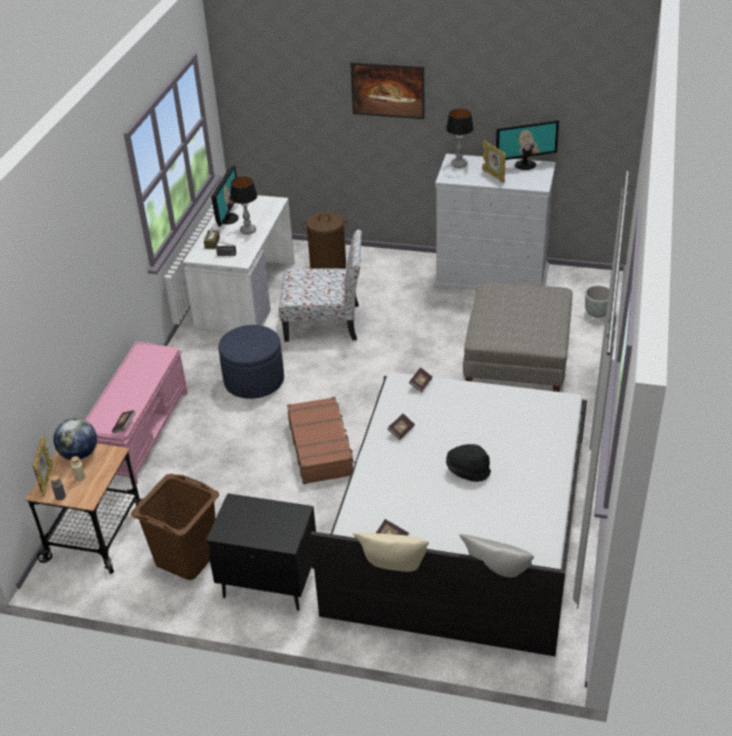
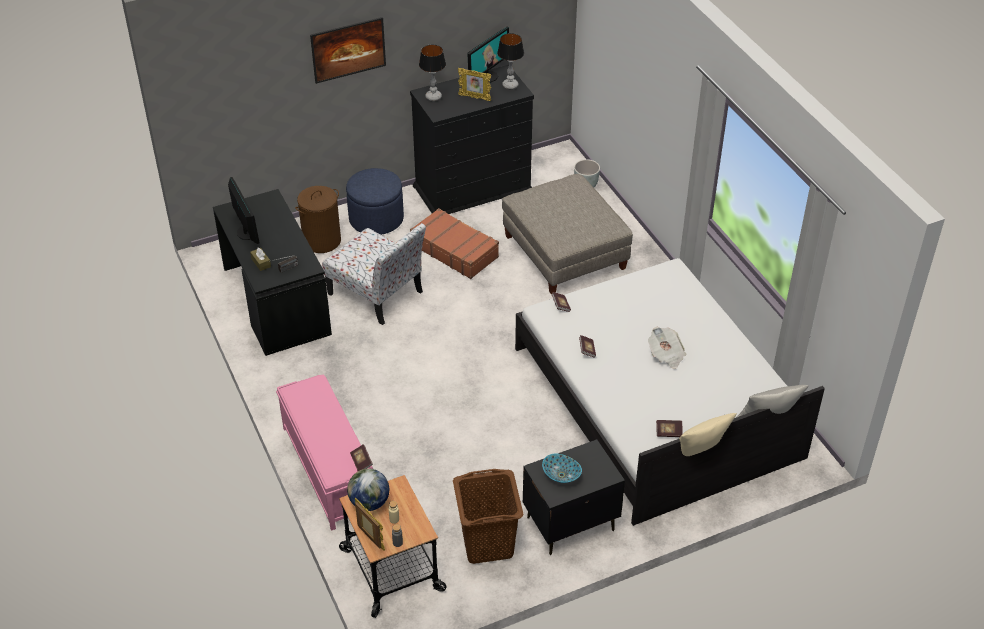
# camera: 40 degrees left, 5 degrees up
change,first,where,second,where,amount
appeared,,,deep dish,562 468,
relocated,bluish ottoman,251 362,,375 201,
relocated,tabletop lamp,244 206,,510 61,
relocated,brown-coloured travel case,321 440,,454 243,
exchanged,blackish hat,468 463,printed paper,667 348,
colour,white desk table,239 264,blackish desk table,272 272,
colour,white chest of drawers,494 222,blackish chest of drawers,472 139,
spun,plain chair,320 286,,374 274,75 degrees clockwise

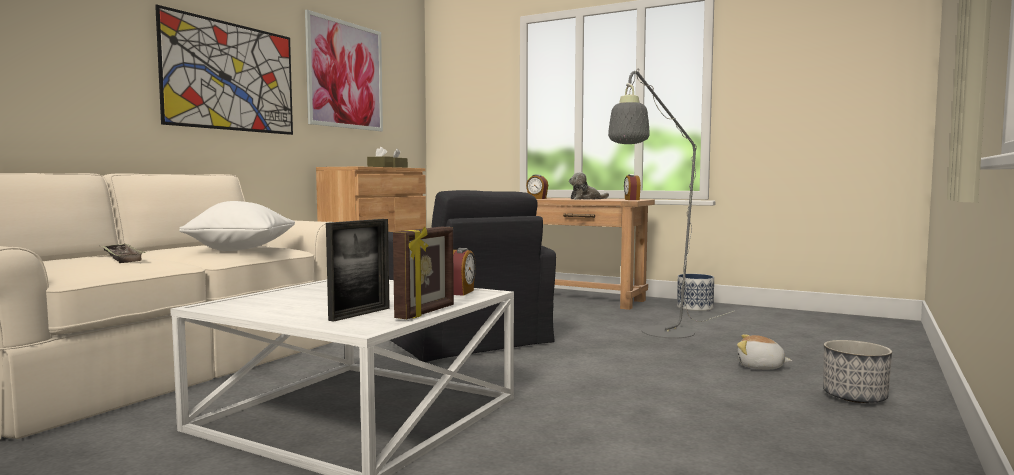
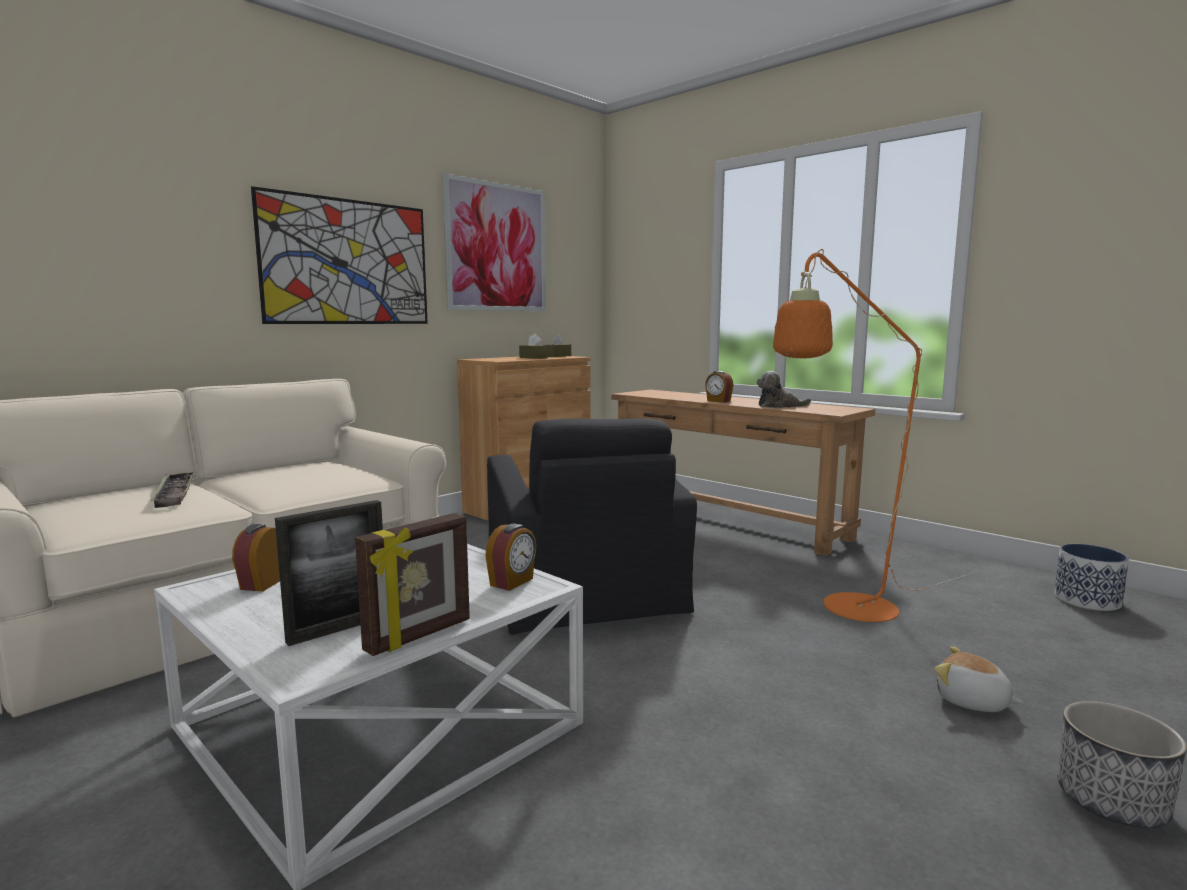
# camera: 15 degrees right, 5 degrees up
change,first,where,second,where,amount
missing,white throw pillow,237 226,,,
relocated,bedside clock,632 187,,256 557,
relocated,planter,695 292,,1091 577,
colour,gray floor lamp,671 203,orangey floor lamp,875 435,

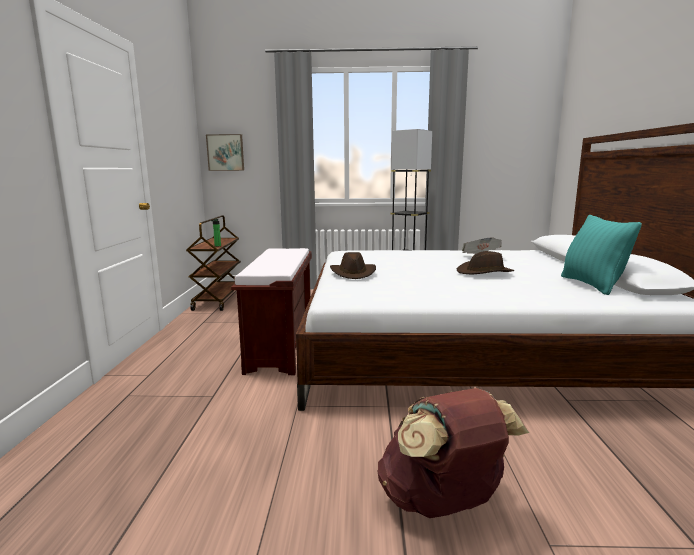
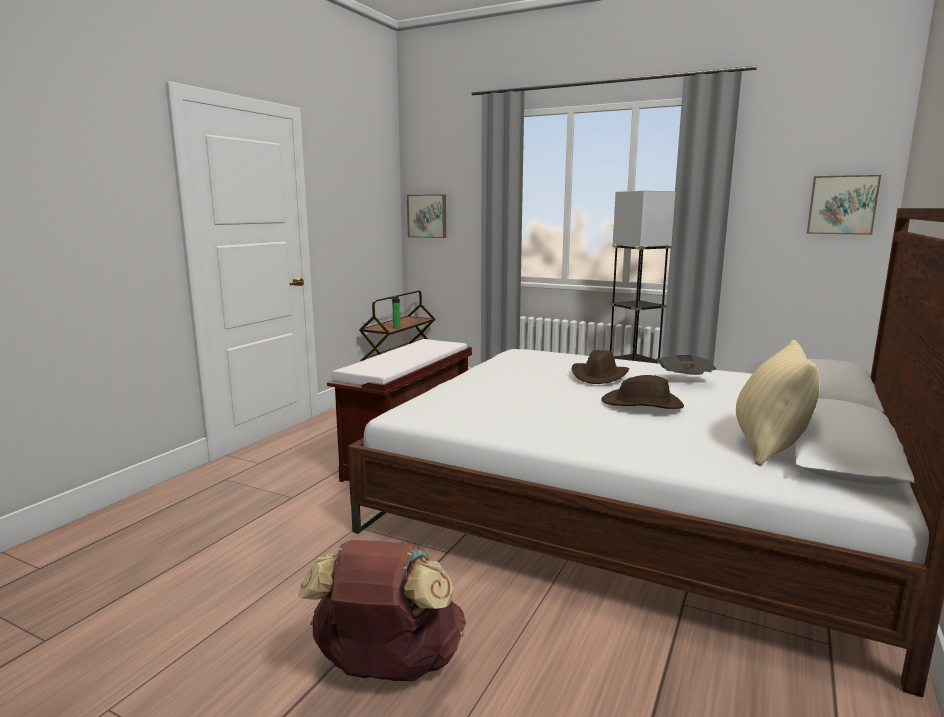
# camera: 25 degrees right, 0 degrees up
change,first,where,second,where,amount
appeared,,,picture,844 205,
relocated,brown-coloured hat,353 265,,600 367,
colour,turquoise-coloured throw pillow,601 255,beige throw pillow,777 403,

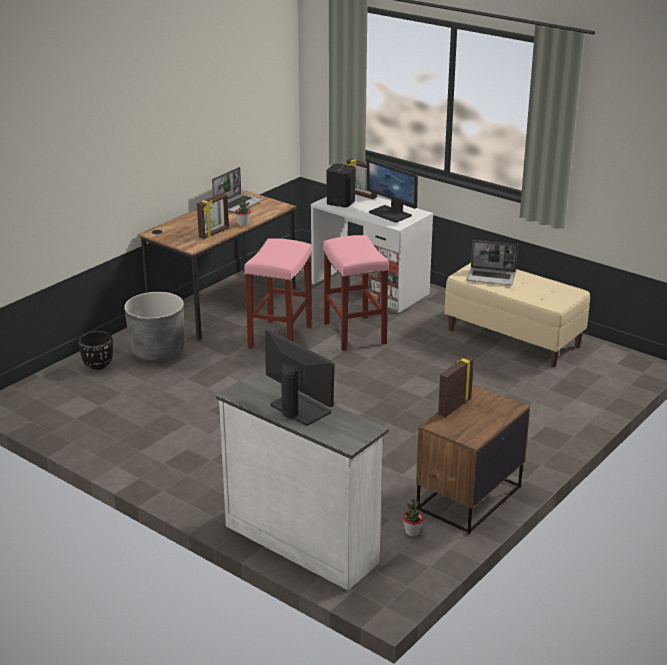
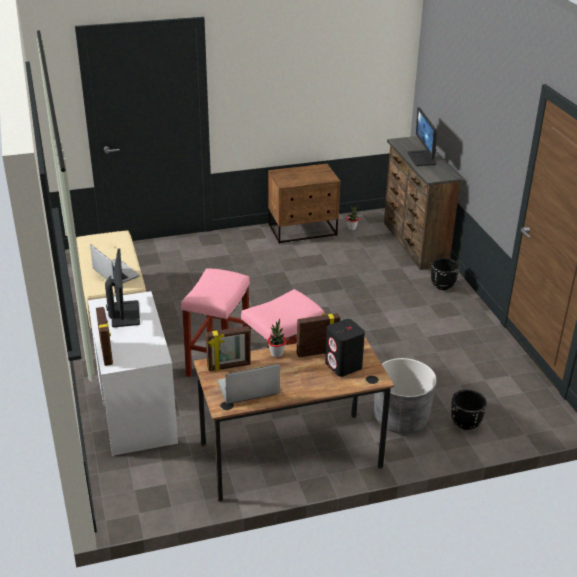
# camera: 145 degrees left, 5 degrees up
change,first,where,second,where,amount
appeared,,,blackish planter,445 274,
relocated,blackish speaker,341 185,,345 348,
relocated,photo frame,456 386,,228 348,
colour,white chest of drawers,302 481,brown-coloured chest of drawers,423 203,

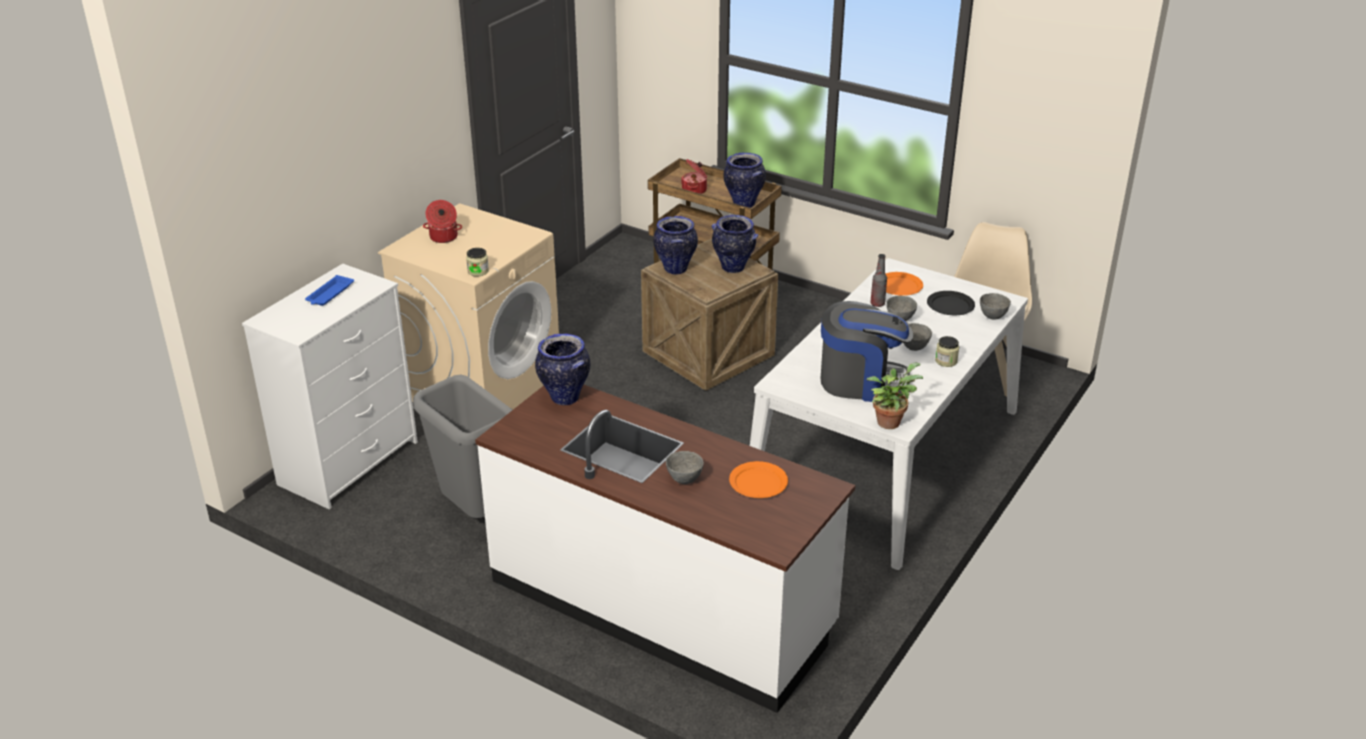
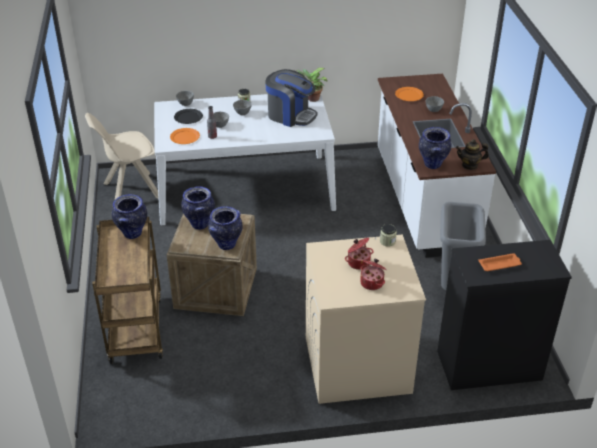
# camera: 130 degrees left, 5 degrees up
change,first,where,second,where,amount
appeared,,,pot for tea,472 154,
relocated,saucepot,694 176,,359 254,
colour,white chest of drawers,330 387,blackish chest of drawers,504 315,
colour,bluish carrying tray,329 290,orangey carrying tray,500 262,
spun,coffee brewer,866 351,,291 98,150 degrees clockwise

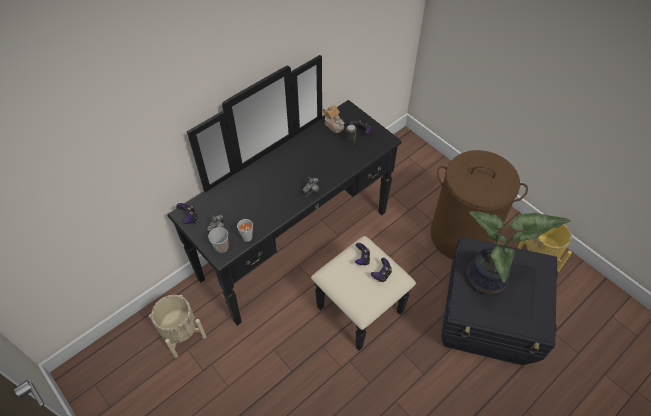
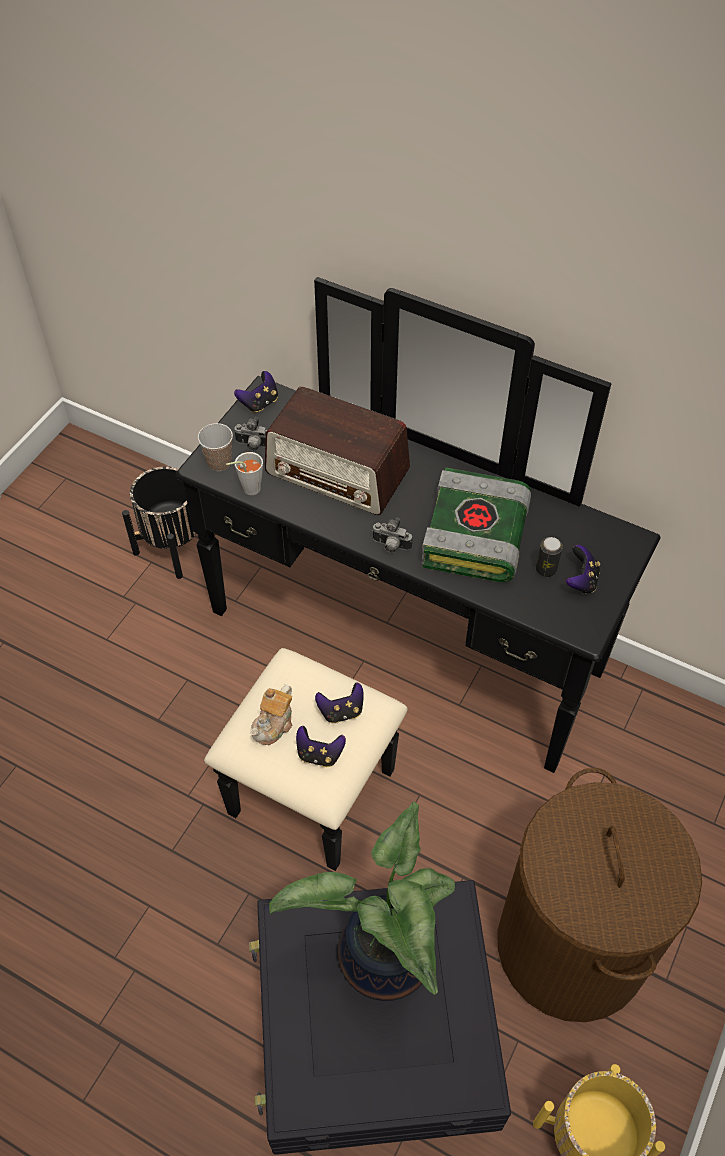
# camera: 70 degrees right, 0 degrees up
change,first,where,second,where,amount
appeared,,,radio,337 450,
appeared,,,book,476 525,
relocated,pot for tea,333 119,,271 714,
colour,beige planter,177 326,blackish planter,168 523,

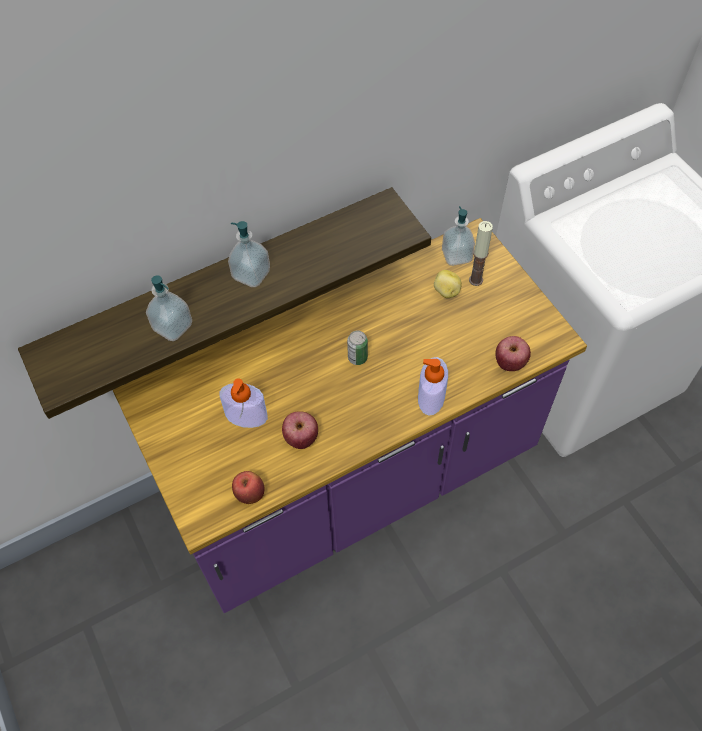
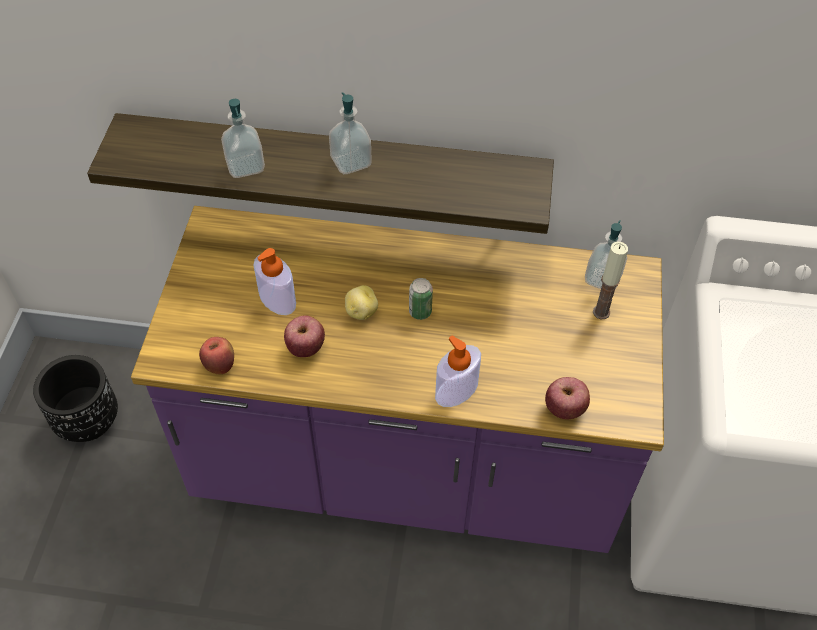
# camera: 35 degrees right, 5 degrees down
change,first,where,second,where,amount
appeared,,,blackish planter,75 398,
relocated,whole potato,448 284,,361 302,

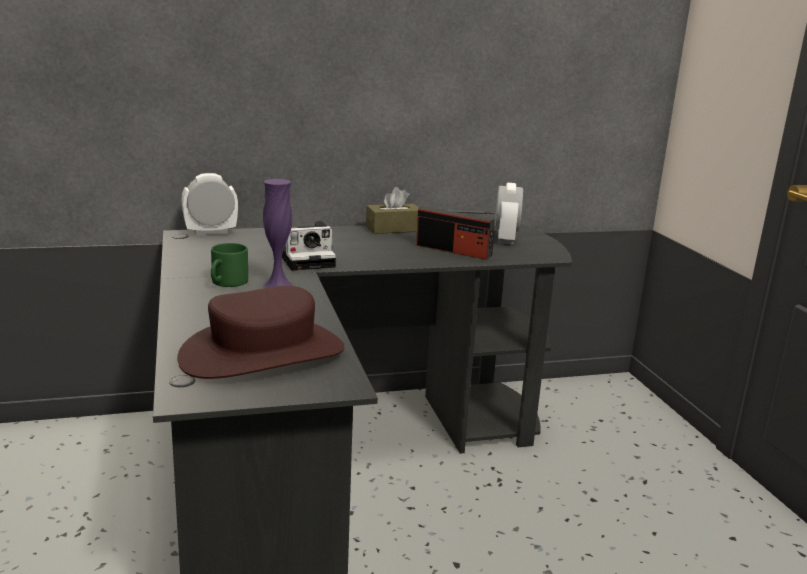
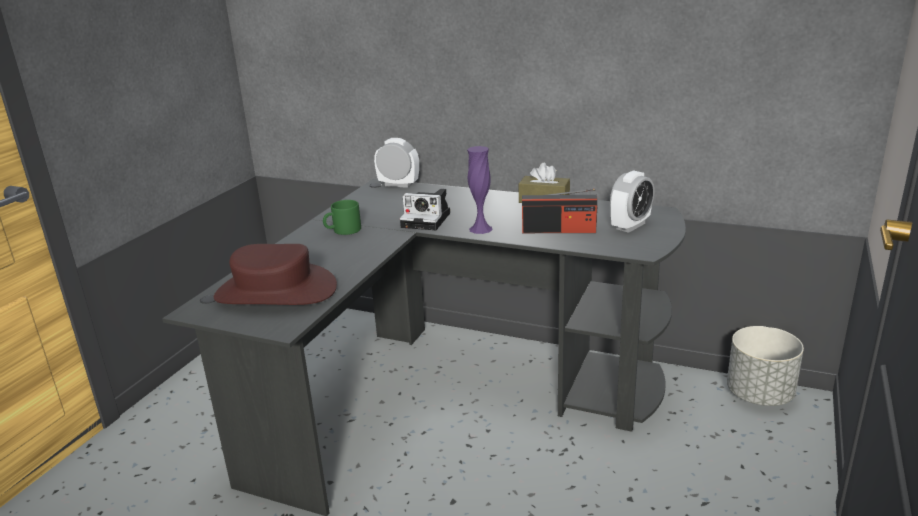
# camera: 40 degrees right, 5 degrees up
change,first,where,second,where,amount
appeared,,,gray planter,765 366,
relocated,purple-coloured decorative vase,278 233,,480 190,
spun,radio,455 233,,559 211,60 degrees counterclockwise

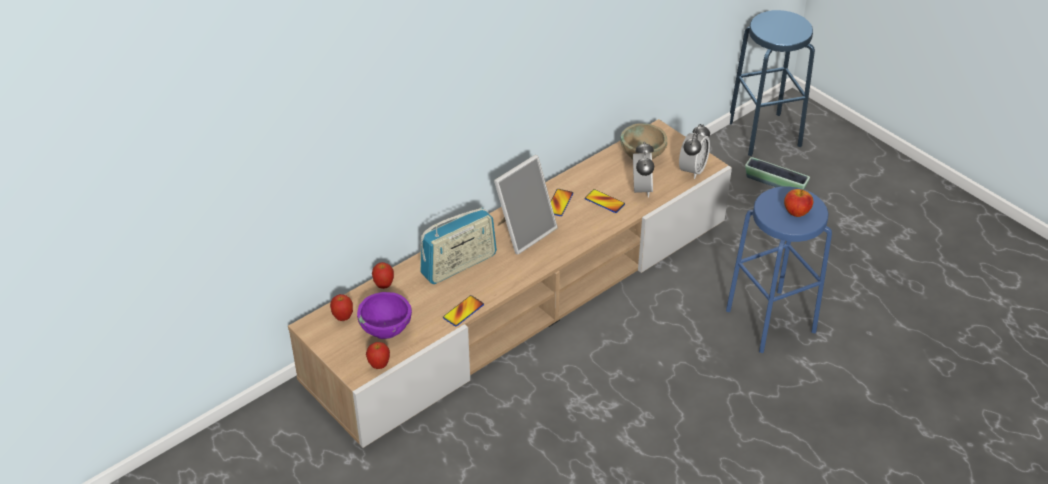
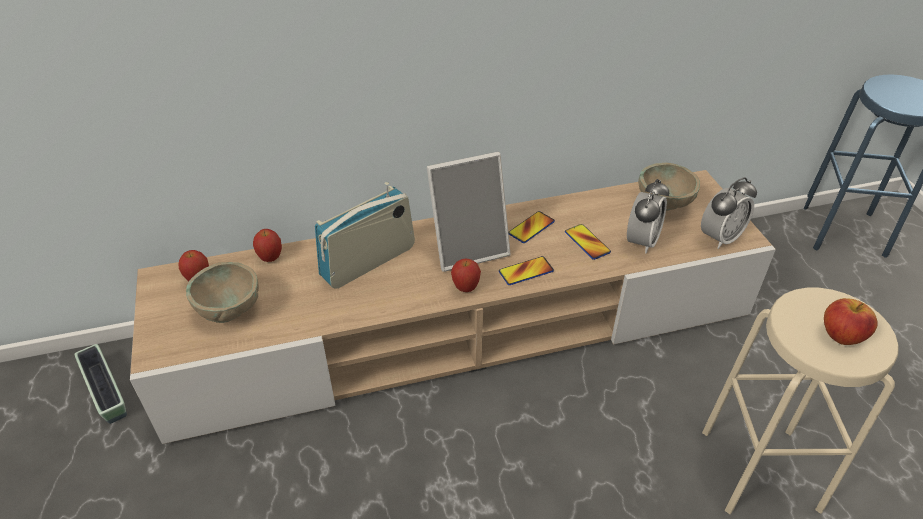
# camera: 25 degrees right, 0 degrees up
change,first,where,second,where,amount
relocated,apple,378 355,,466 275,
relocated,phone,463 310,,526 270,
relocated,planter,777 173,,100 384,
colour,purple-coloured deep dish,384 315,beige deep dish,222 292,
colour,bluish stool,779 270,beige stool,800 401,
spun,radio,458 245,,365 235,150 degrees clockwise

